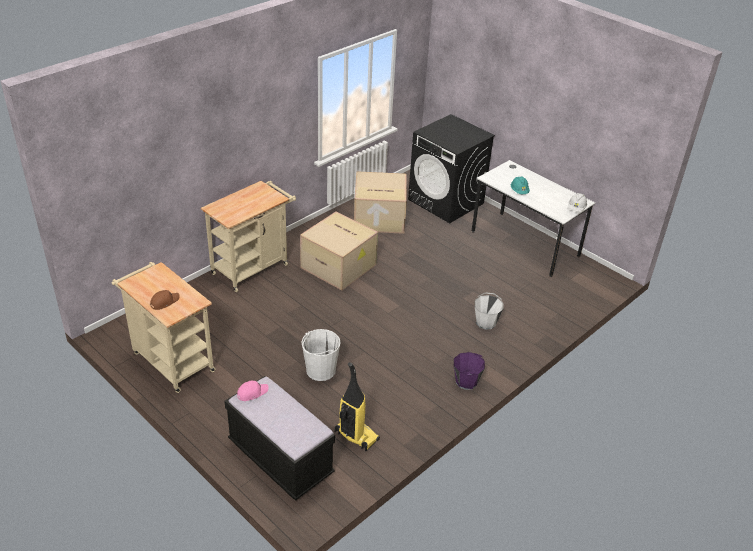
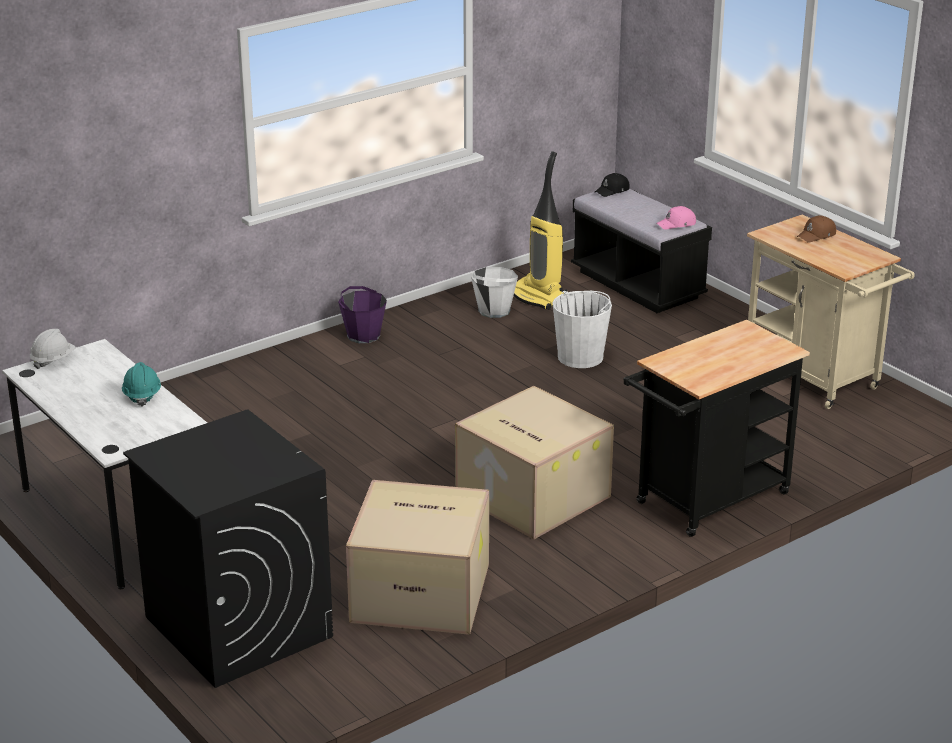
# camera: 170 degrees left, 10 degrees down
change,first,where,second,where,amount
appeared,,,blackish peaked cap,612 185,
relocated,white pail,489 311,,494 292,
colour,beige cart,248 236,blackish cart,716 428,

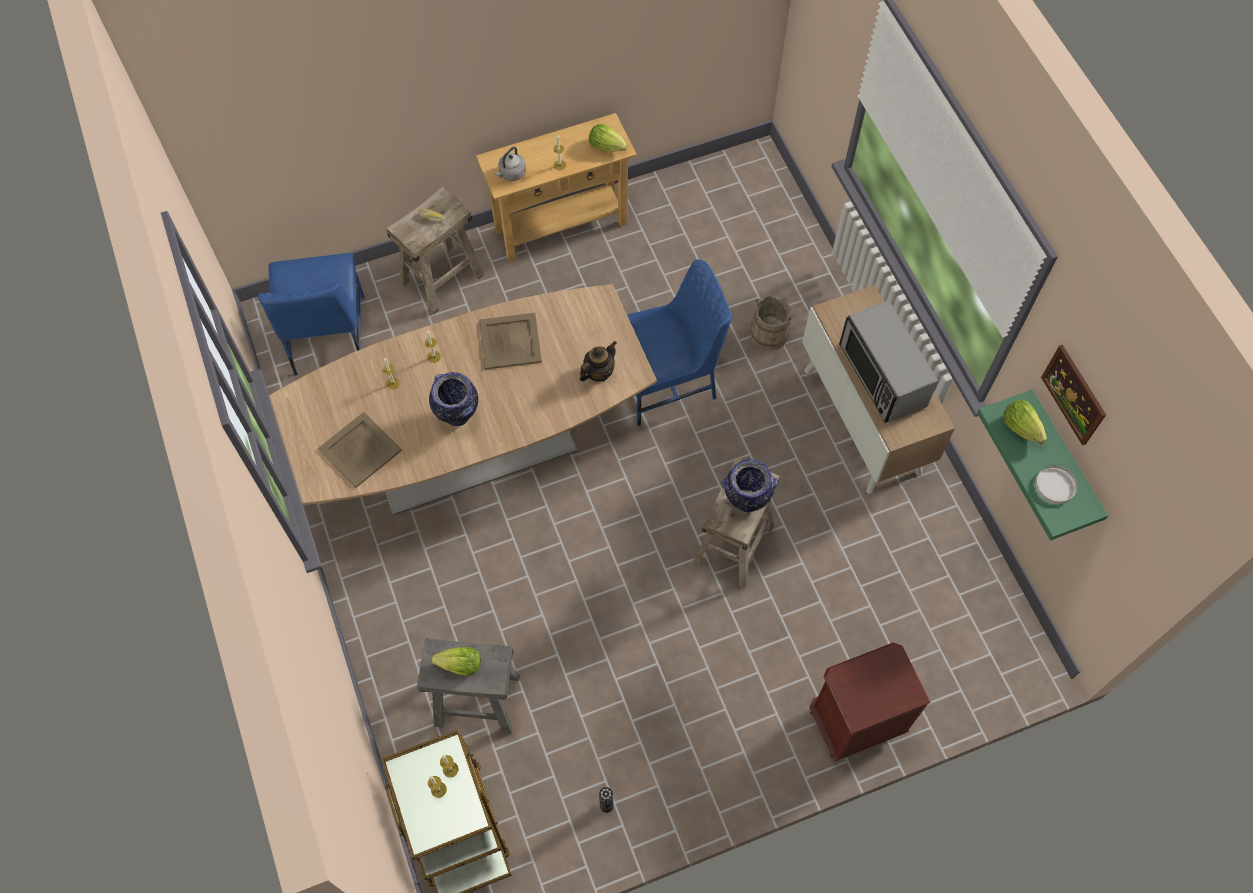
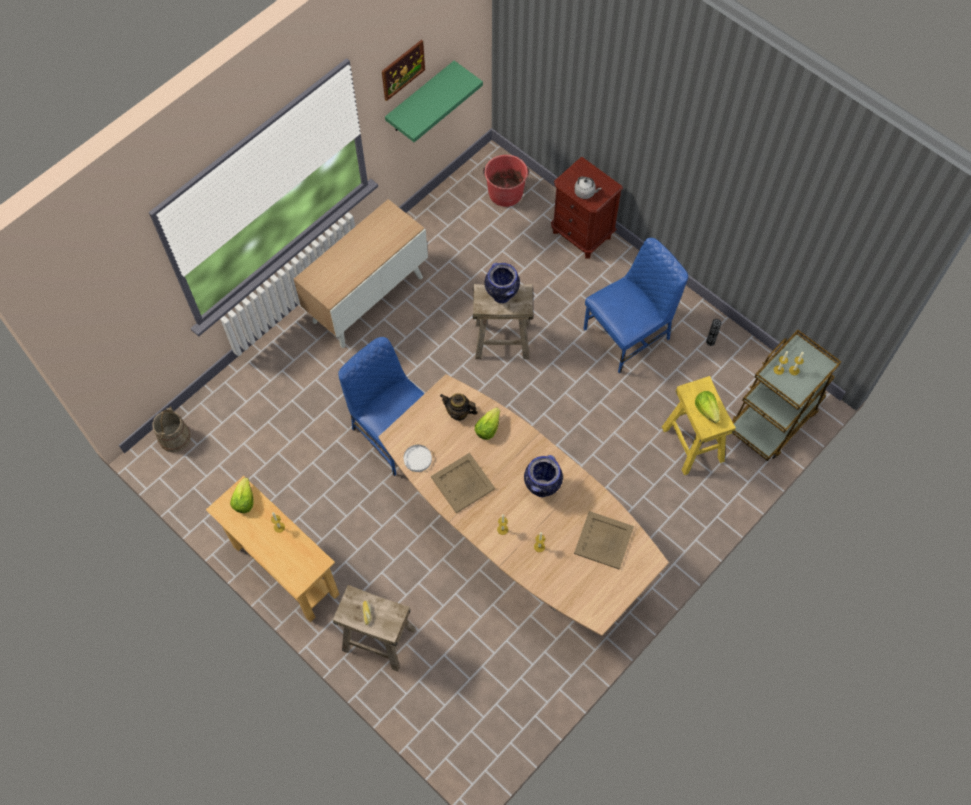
# camera: 115 degrees left, 0 degrees up
change,first,where,second,where,amount
missing,kitchen microwave,888 361,,,
appeared,,,red pail,506 181,
relocated,bluish plain chair,311 314,,635 305,
relocated,gray kettle,510 164,,587 187,
relocated,beige pail,771 323,,171 429,
relocated,lettuce head,1025 422,,487 424,
relocated,white dinner plate,1056 484,,418 458,
colour,gray stool,468 686,yellow-coloured stool,699 425,

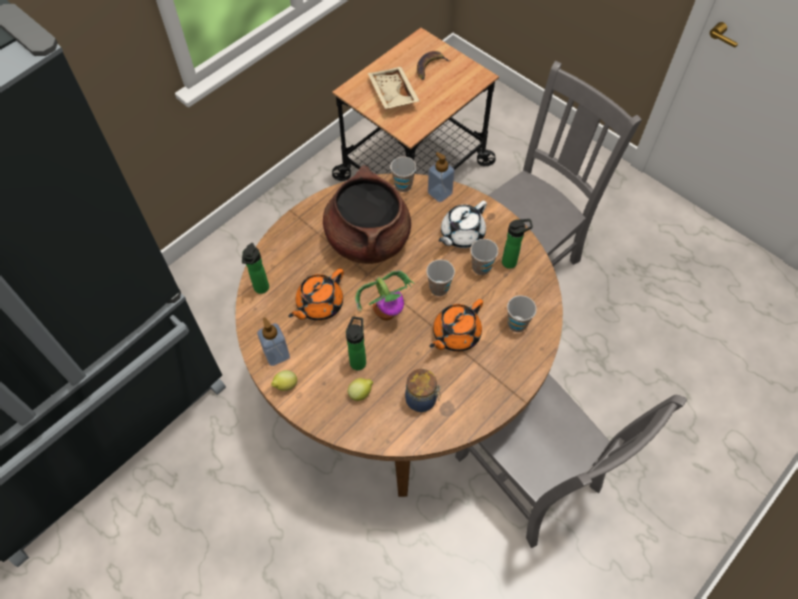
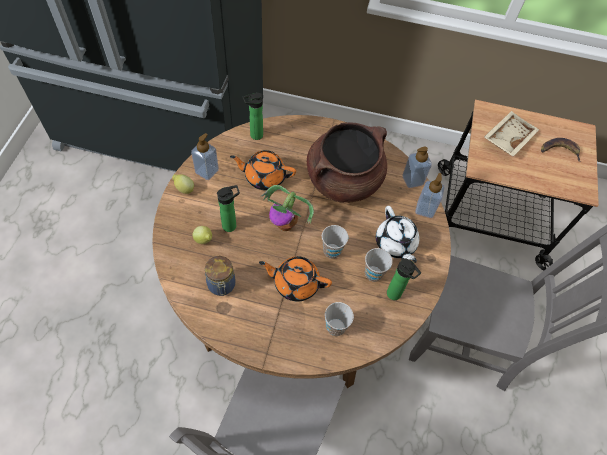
# camera: 55 degrees right, 0 degrees up
change,first,where,second,where,amount
exchanged,small cup,403 174,soap dispenser,417 167,
spun,white pot for tea,462 224,,397 234,120 degrees counterclockwise

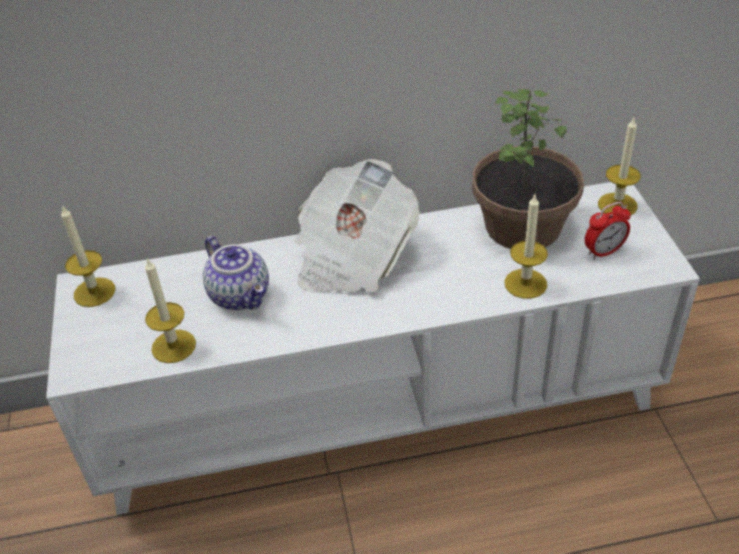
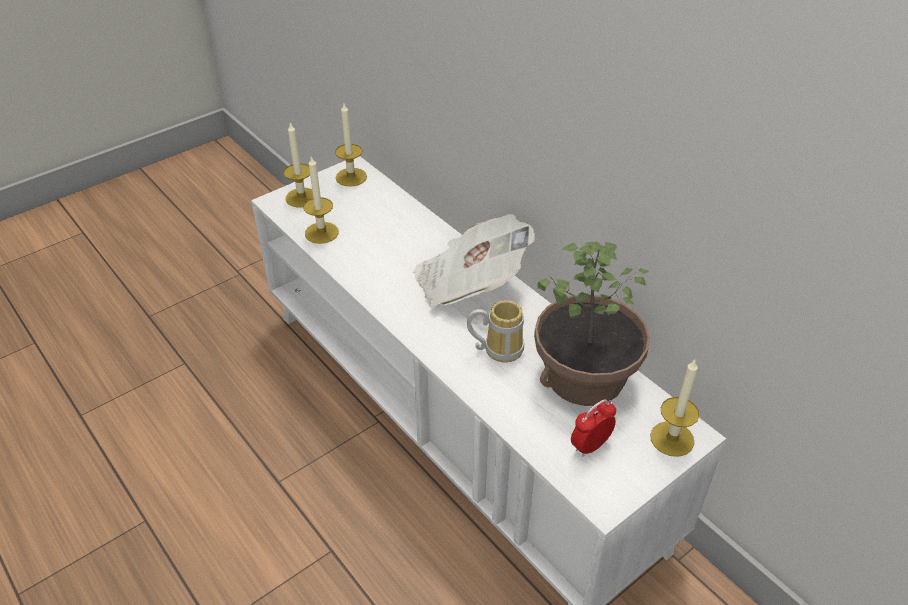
# camera: 60 degrees right, 0 degrees up
change,first,where,second,where,amount
missing,pot for tea,236 273,,,
appeared,,,coffee mug,495 331,
relocated,wax candle,526 247,,298 164,
spun,bedside clock,608 231,,593 428,105 degrees clockwise

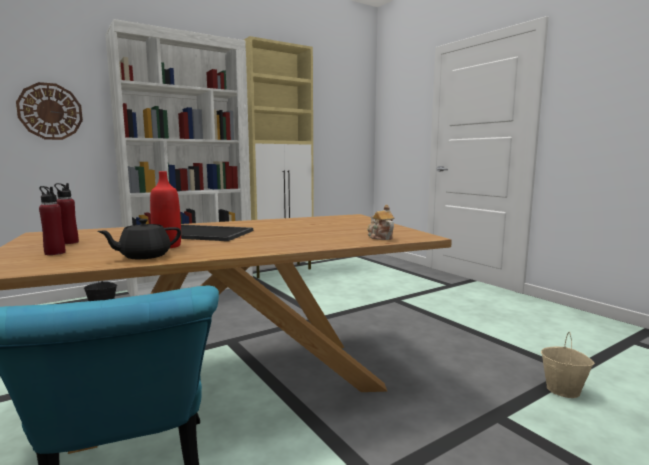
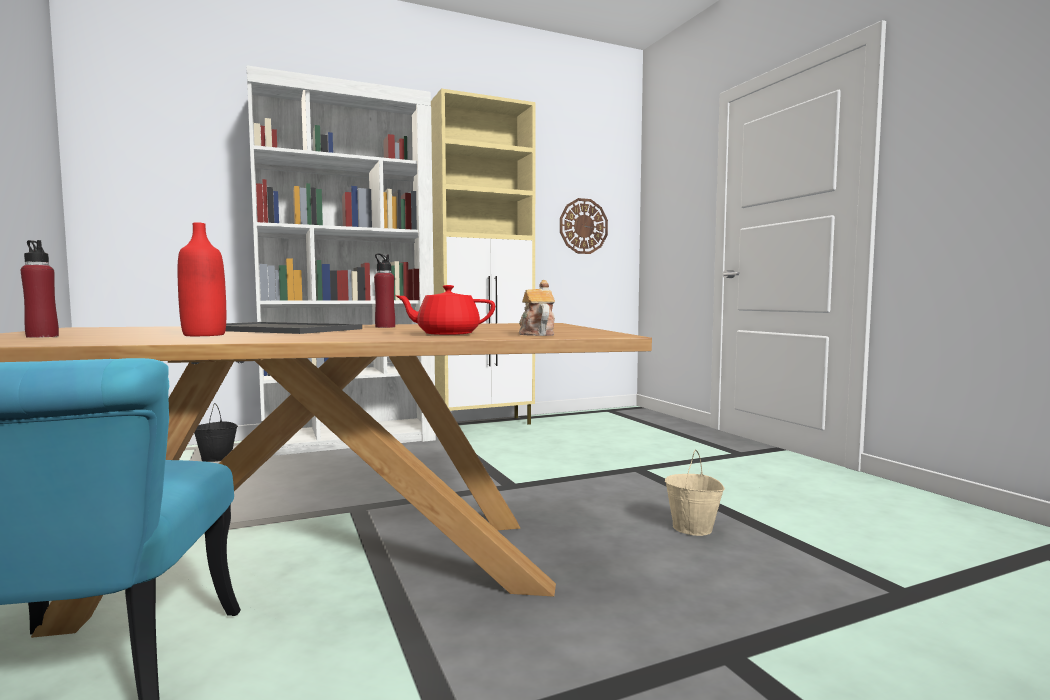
# camera: 10 degrees right, 5 degrees down
change,first,where,second,where,amount
missing,blackish pot for tea,139 239,,,
appeared,,,red pot for tea,445 310,
relocated,wall clock,49 111,,584 226,
relocated,red beverage bottle,66 213,,384 291,
relocated,beige pail,568 365,,695 492,

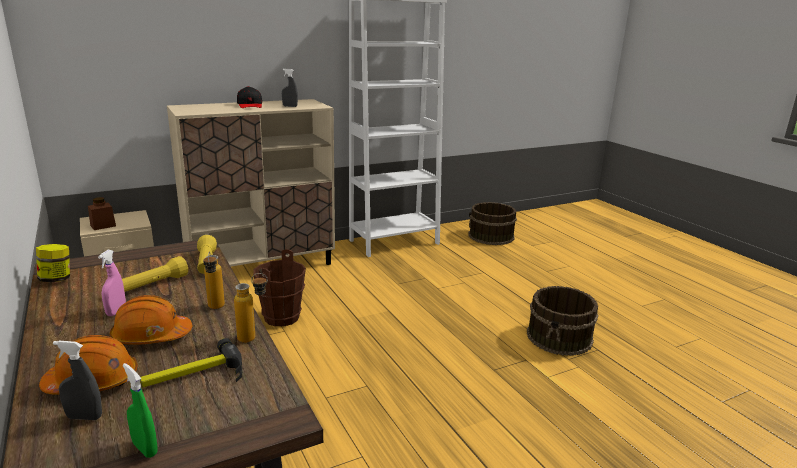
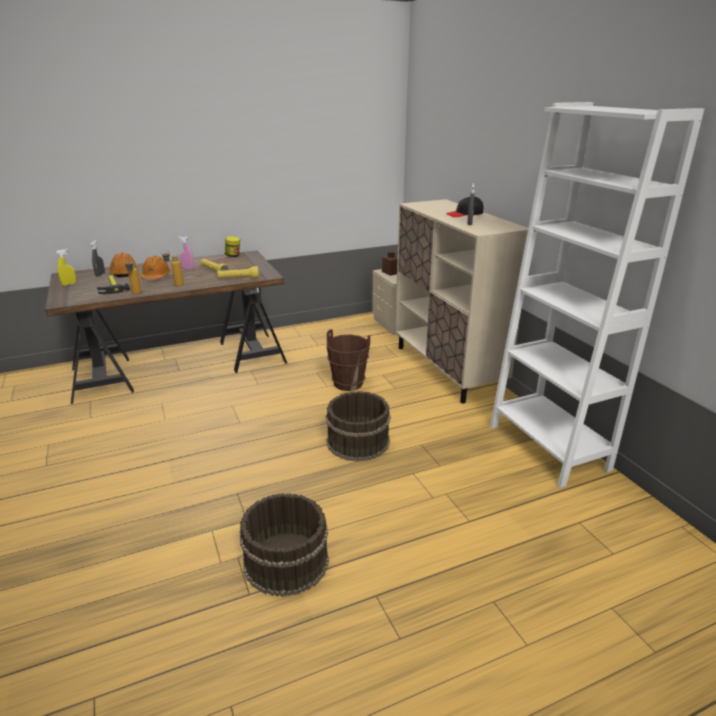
# camera: 95 degrees right, 5 degrees up
change,first,where,second,where,amount
relocated,brown-coloured pail,493 223,,358 426,
colour,green sprayer,140 410,yellow-coloured sprayer,66 267,

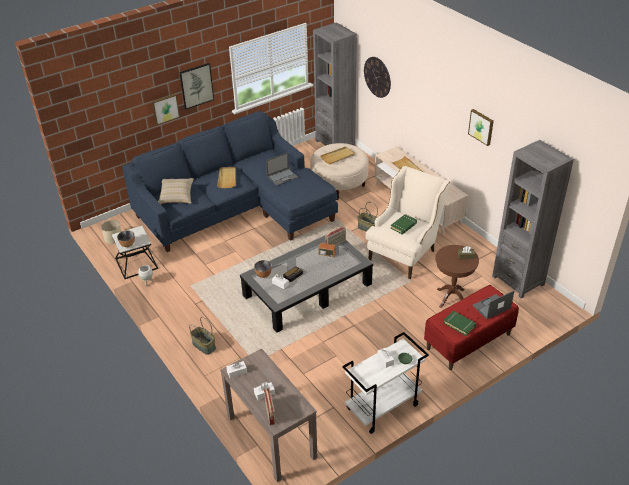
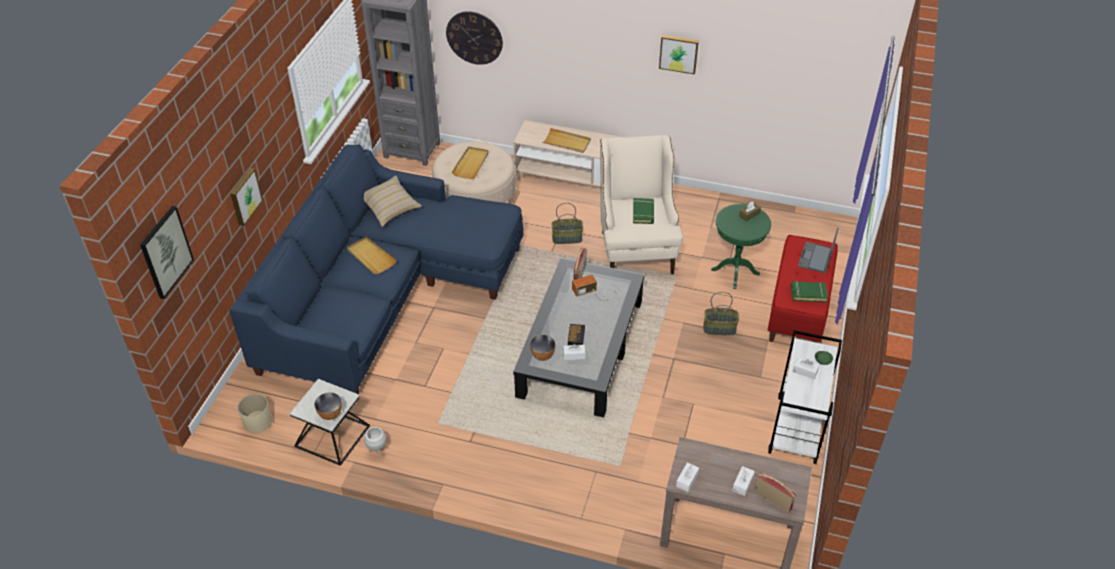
# camera: 40 degrees left, 5 degrees up
change,first,where,second,where,amount
missing,notebook computer,282 169,,,
missing,gray bookshelf,533 219,,,
relocated,beige throw pillow,176 191,,393 201,
relocated,picture,196 86,,167 252,
relocated,storage basket,202 336,,721 313,
colour,brown-coloured accent table,457 276,green accent table,741 246,

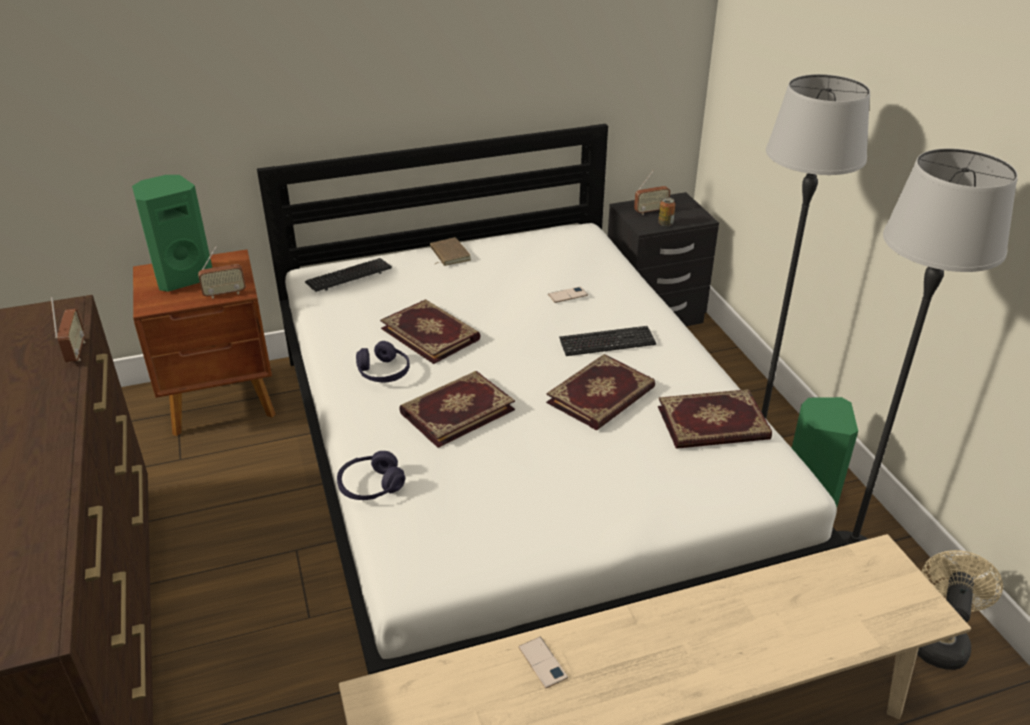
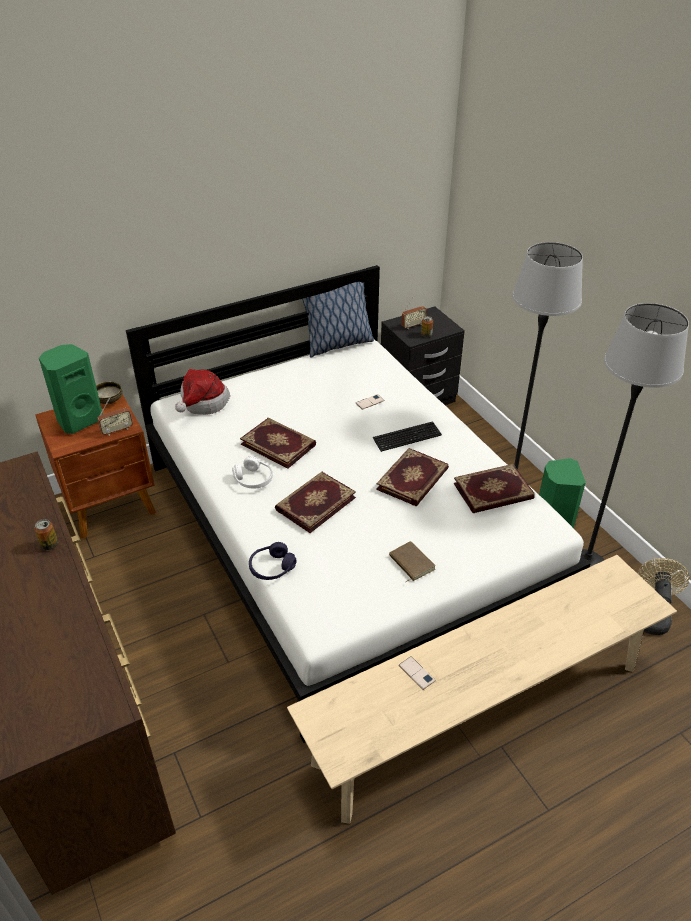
# camera: 10 degrees left, 5 degrees up
change,first,where,second,where,amount
missing,radio,68 329,,,
appeared,,,can,46 534,
appeared,,,deep dish,109 392,
appeared,,,throw pillow,338 320,
relocated,brown-coloured book,450 251,,412 561,
exchanged,PC keyboard,348 275,hat,202 392,
colour,purple-coloured headphones,383 361,white headphones,252 472,

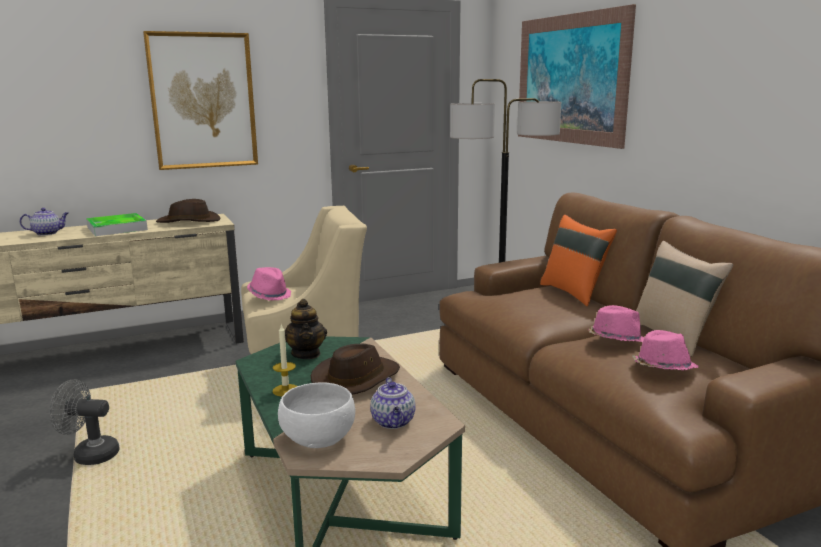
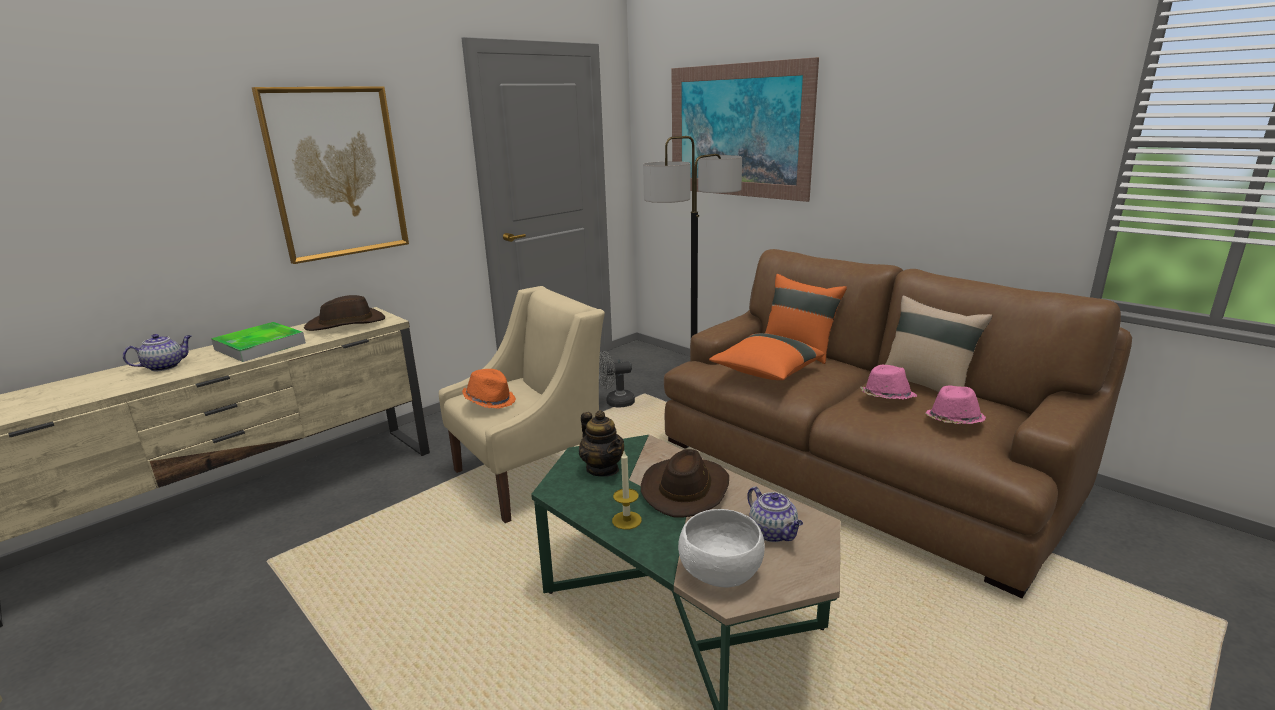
# camera: 20 degrees left, 5 degrees up
change,first,where,second,where,amount
appeared,,,orangey throw pillow,766 356,
relocated,gray electric fan,84 422,,617 379,
colour,pink hat,269 284,orangey hat,489 389,

